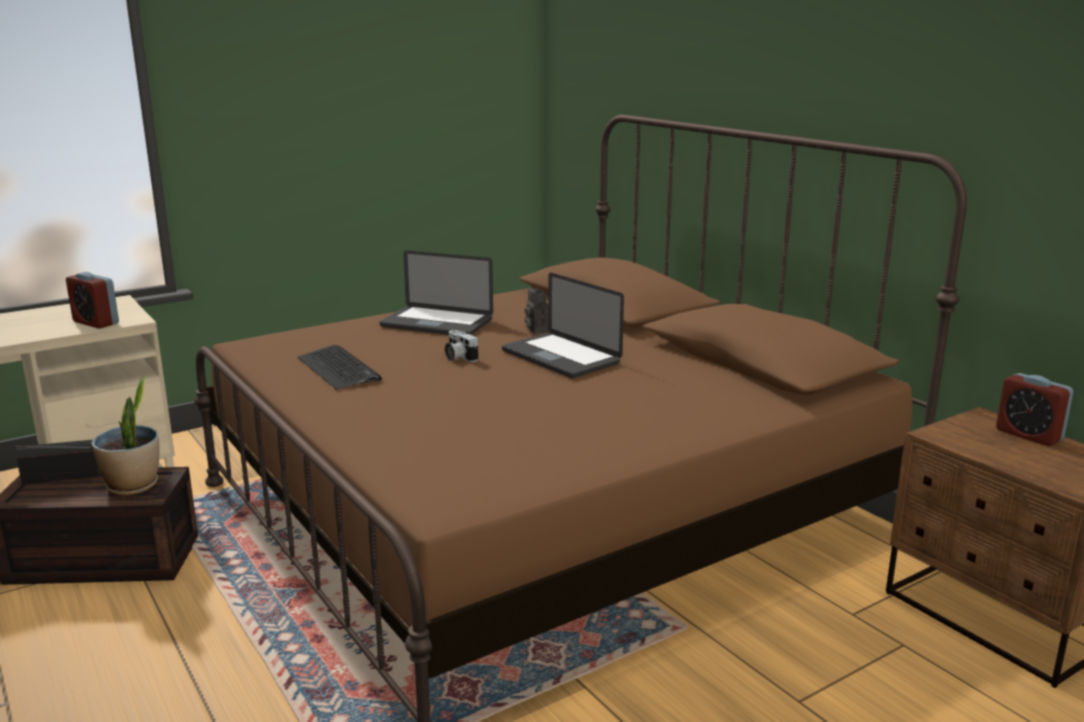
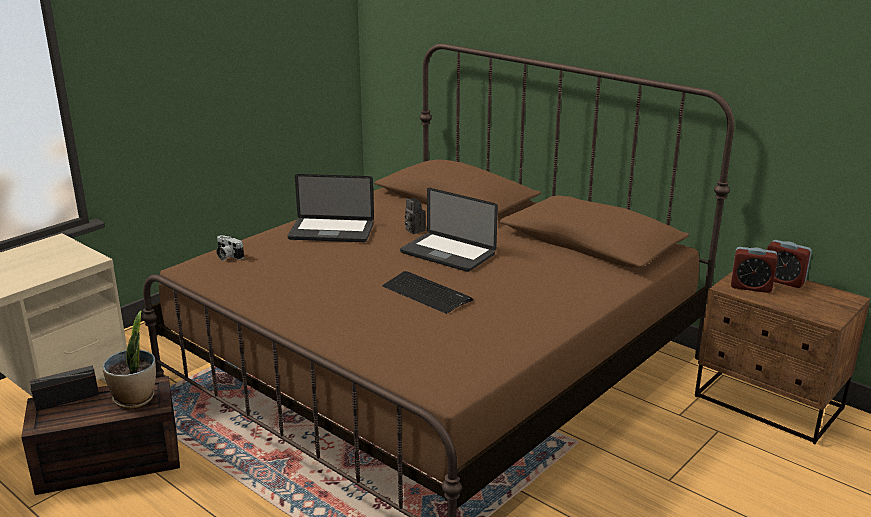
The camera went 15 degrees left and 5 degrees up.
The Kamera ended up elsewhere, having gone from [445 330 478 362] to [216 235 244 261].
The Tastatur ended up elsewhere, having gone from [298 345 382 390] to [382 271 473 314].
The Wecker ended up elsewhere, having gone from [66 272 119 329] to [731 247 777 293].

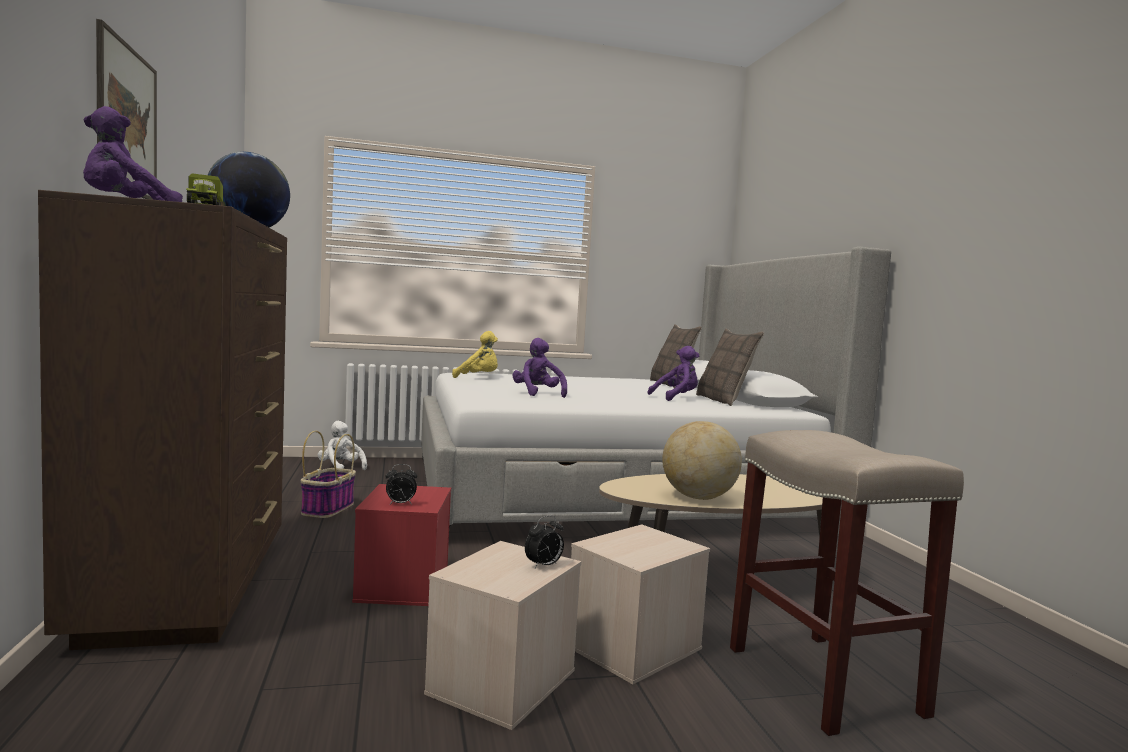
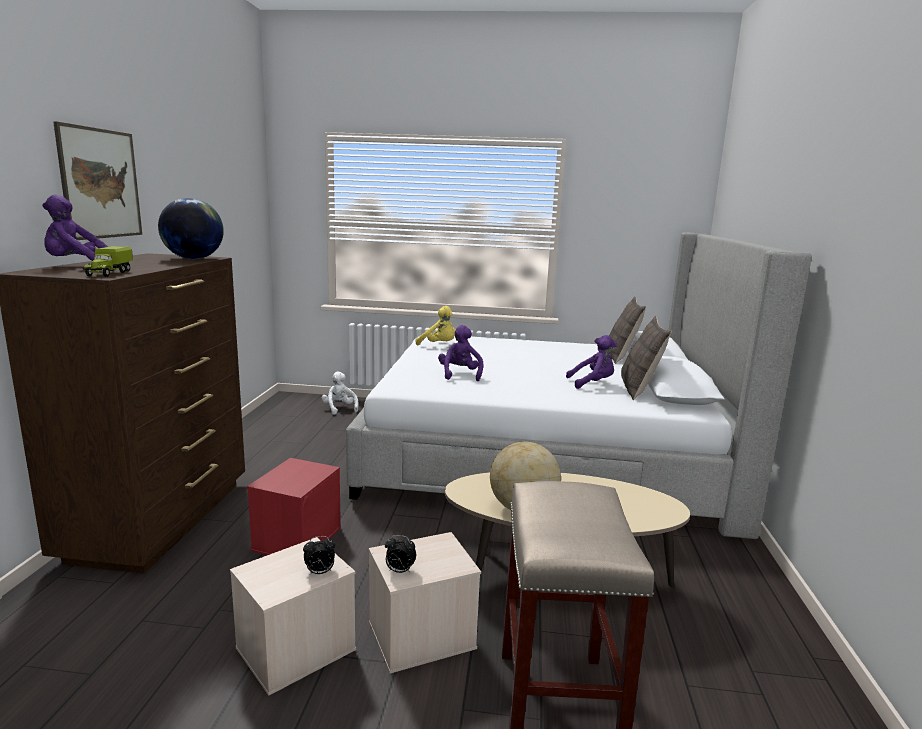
The camera went 20 degrees right and 10 degrees up.
The Wecker ended up elsewhere, having gone from [385 464 417 505] to [385 535 416 573].
The second view lost the Korb at [300 431 356 518].

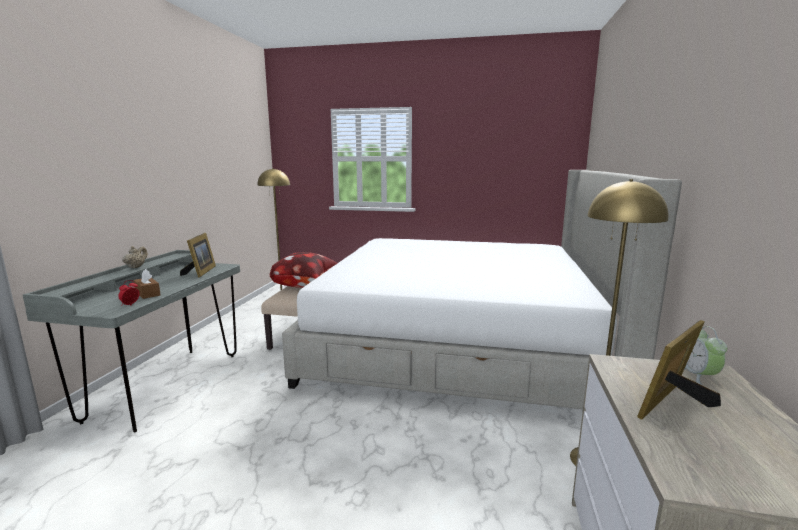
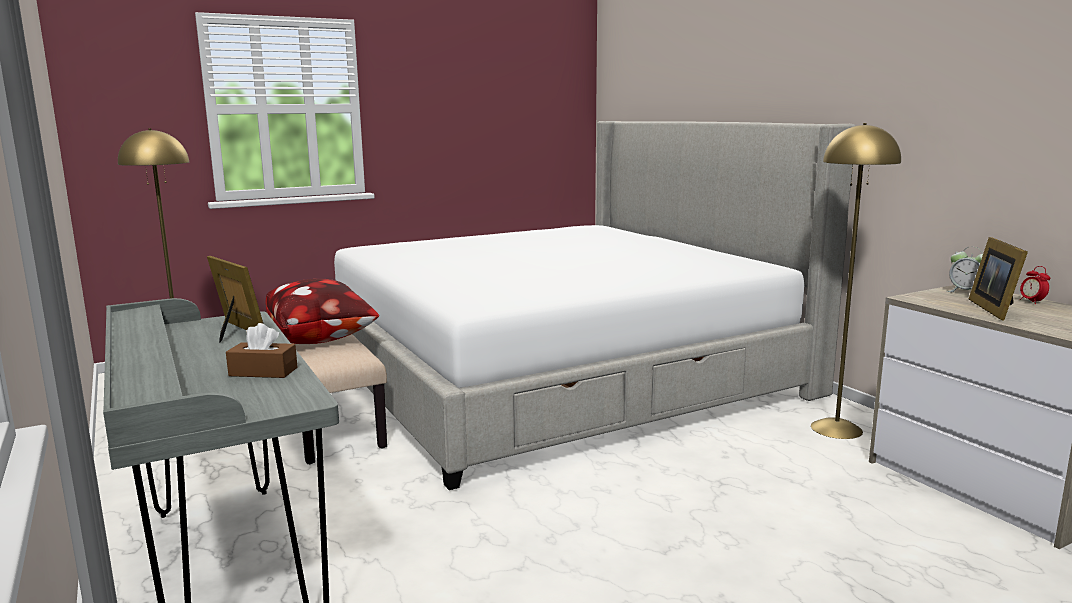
The camera went 40 degrees left and 0 degrees up.
The Wecker ended up elsewhere, having gone from [118 280 140 306] to [1020 266 1051 304].
The second view lost the Teekanne (beige) at [122 246 147 268].

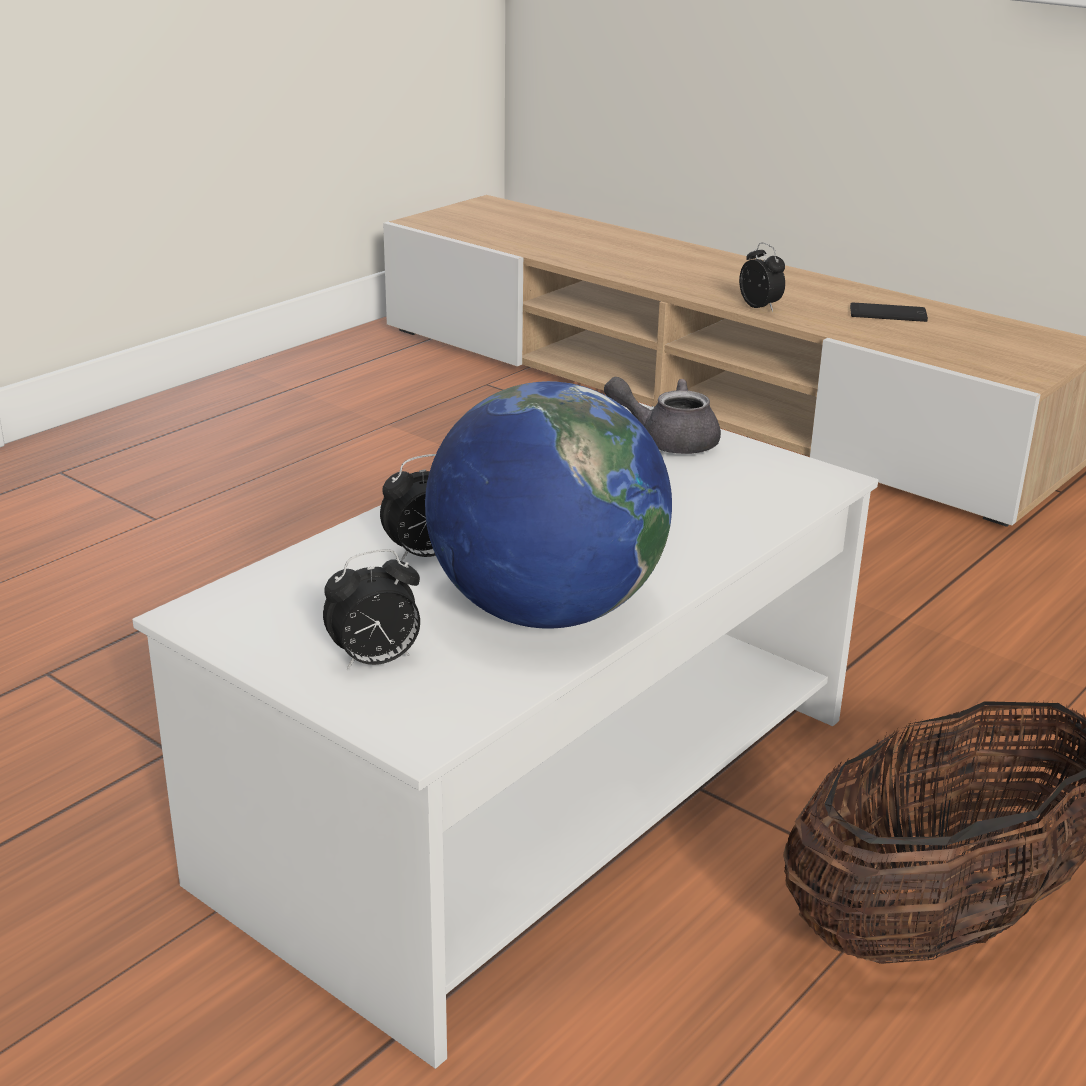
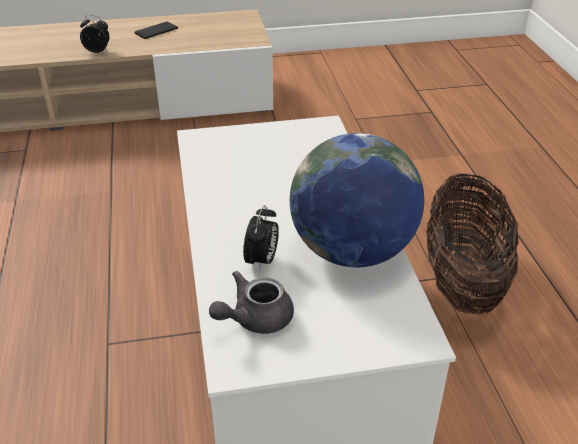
The camera went 50 degrees left and 10 degrees up.
The Teekanne (grau) ended up elsewhere, having gone from [604 377 721 454] to [209 271 294 334].
The second view lost the Wecker at [323 549 420 670].

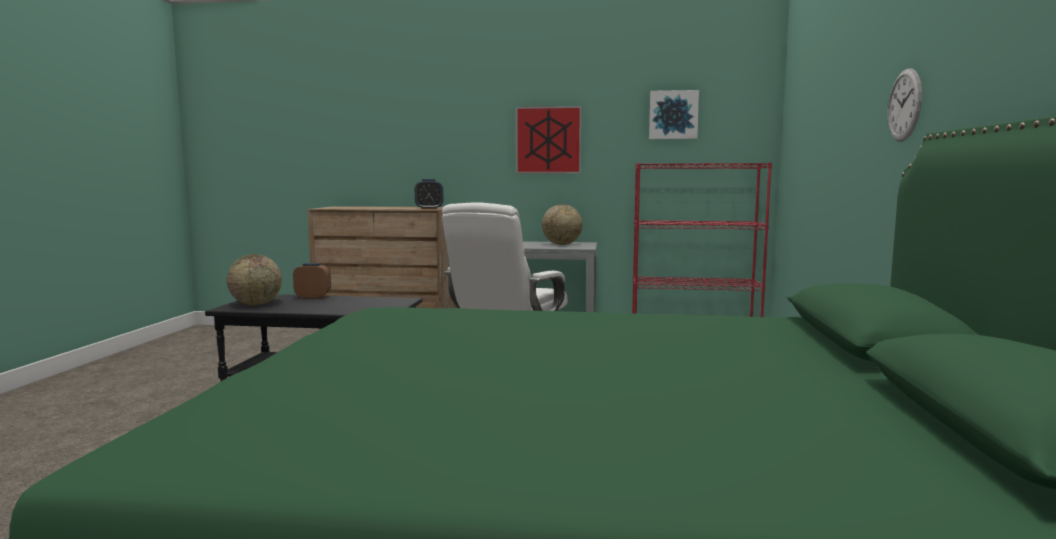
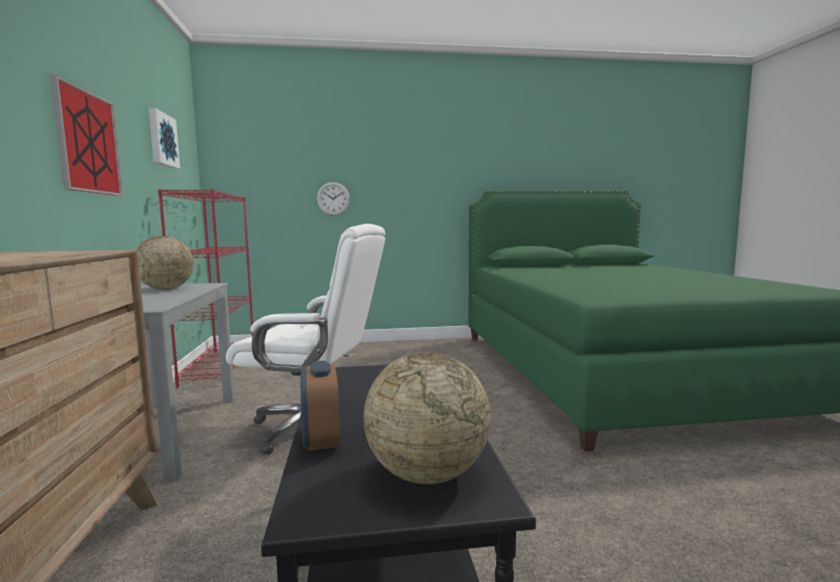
The camera went 105 degrees left and 0 degrees up.
The Wanduhr ended up elsewhere, having gone from [887 68 922 142] to [317 182 350 216].
The second view lost the Wecker at [415 179 443 209].

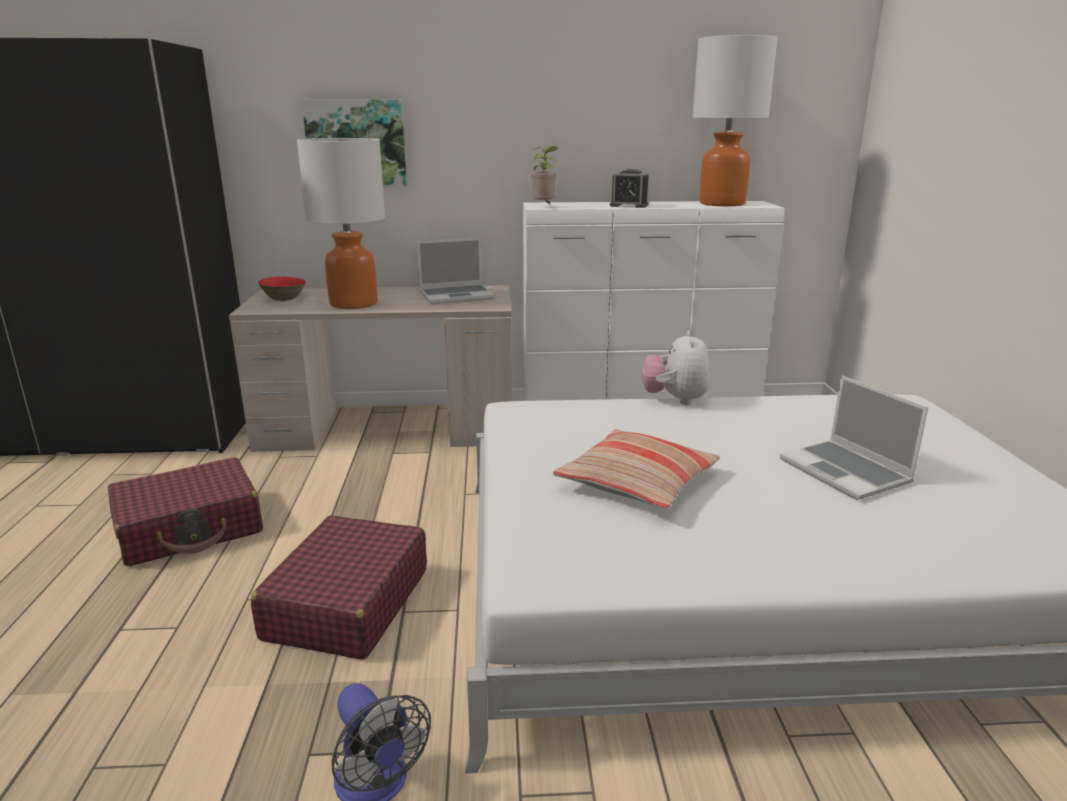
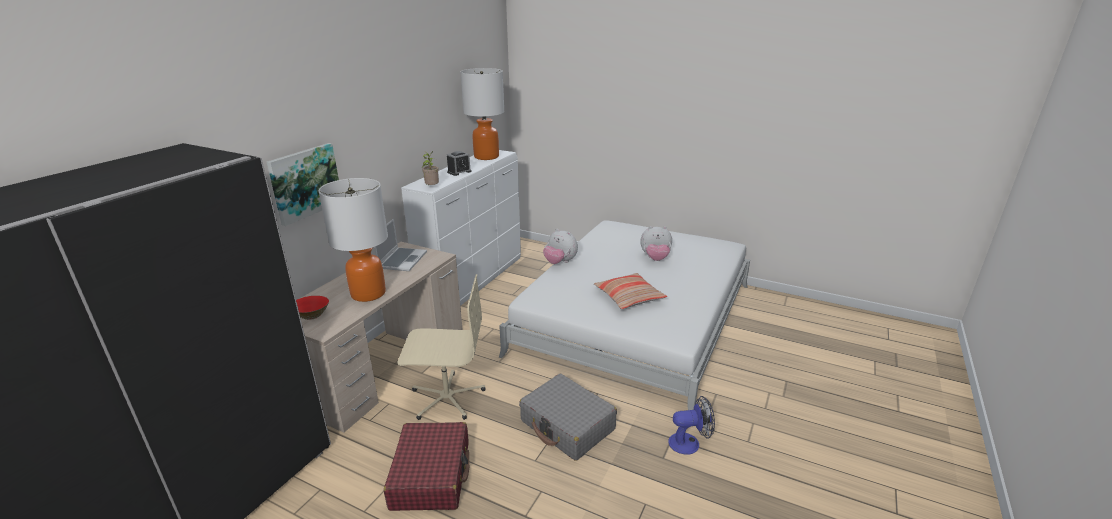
The camera went 60 degrees left and 5 degrees up.
The second view gained the Bürostuhl (beige) at [397 274 486 420].
What was the Koffer (rot) at [251 515 427 660] turned into the Koffer (grau) at [519 374 617 461].
Where the Laptop stood at [780 375 928 500], the Plüschtier came to stand at [640 226 672 261].

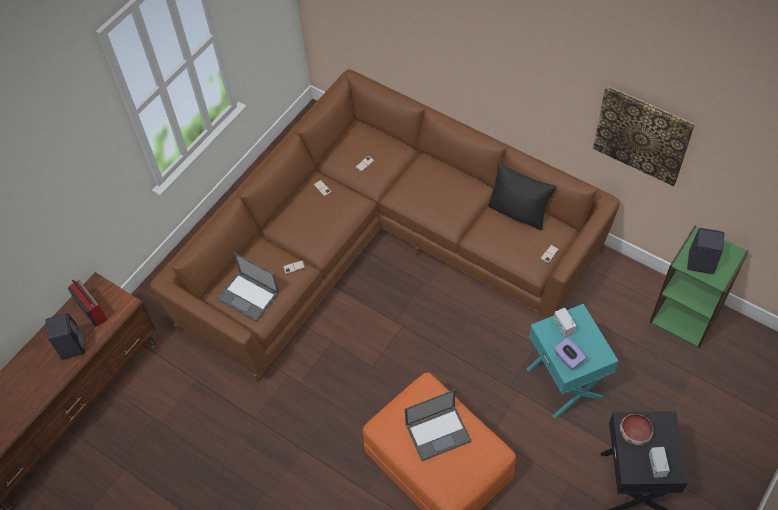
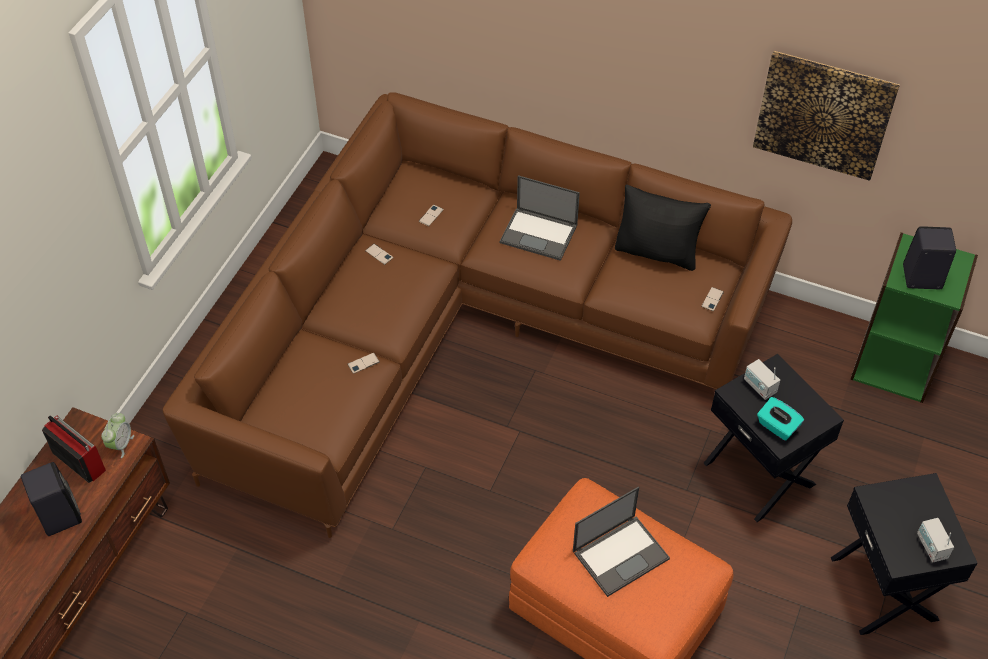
The camera went 15 degrees left and 5 degrees down.
The second view gained the Wecker at [101 413 134 458].
The Laptop ended up elsewhere, having gone from [217 253 279 322] to [500 175 580 261].
What was the Beistelltisch (türkis) at [527 304 619 418] turned into the Beistelltisch (schwarz) at [704 354 844 522].
What was the Taschentuchbox (lila) at [554 337 586 370] turned into the Taschentuchbox (türkis) at [757 397 804 441].
The second view lost the Schüssel at [620 414 654 446].

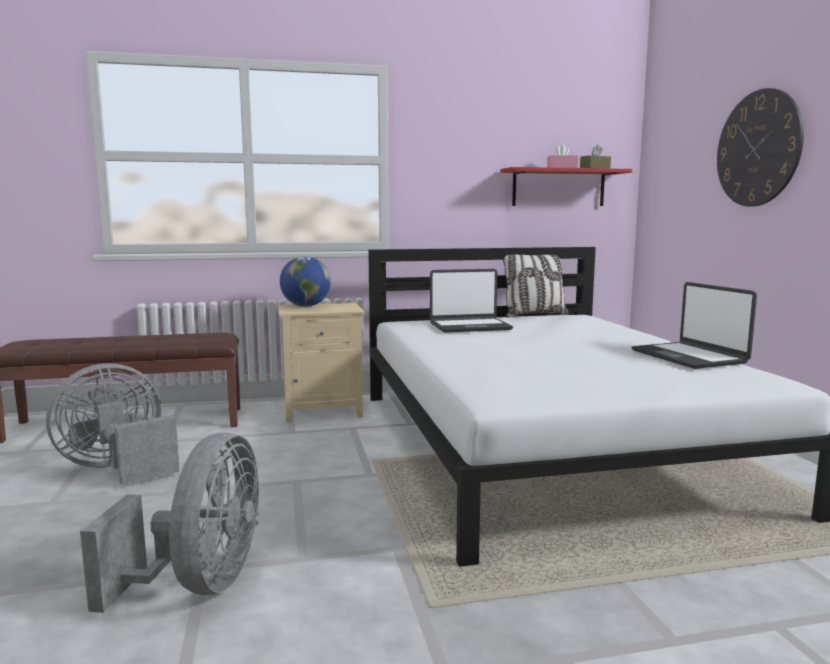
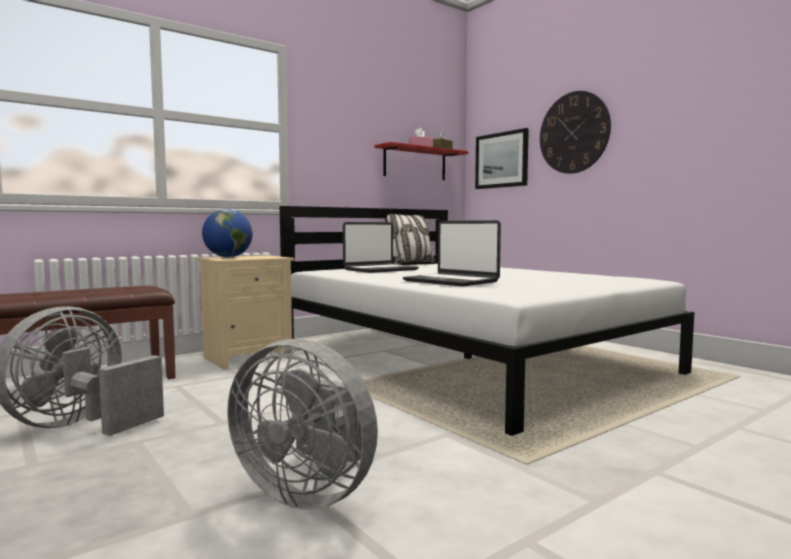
The camera went 25 degrees left and 5 degrees down.
The Ventilator (grau) at [80 432 260 613] ended up facing another way, 135 degrees clockwise from before.
The Laptop ended up elsewhere, having gone from [631 282 757 369] to [403 220 501 287].
The second view gained the Bild at [475 128 529 189].

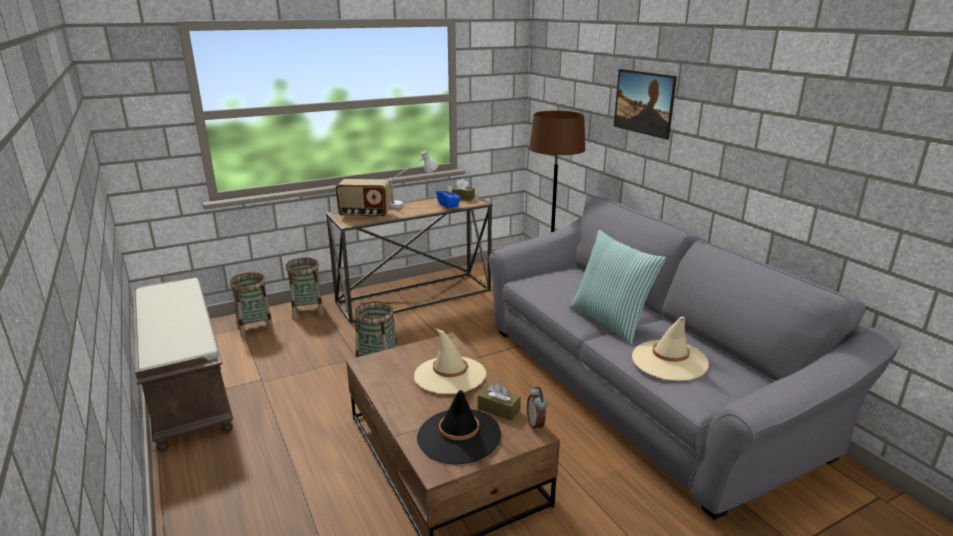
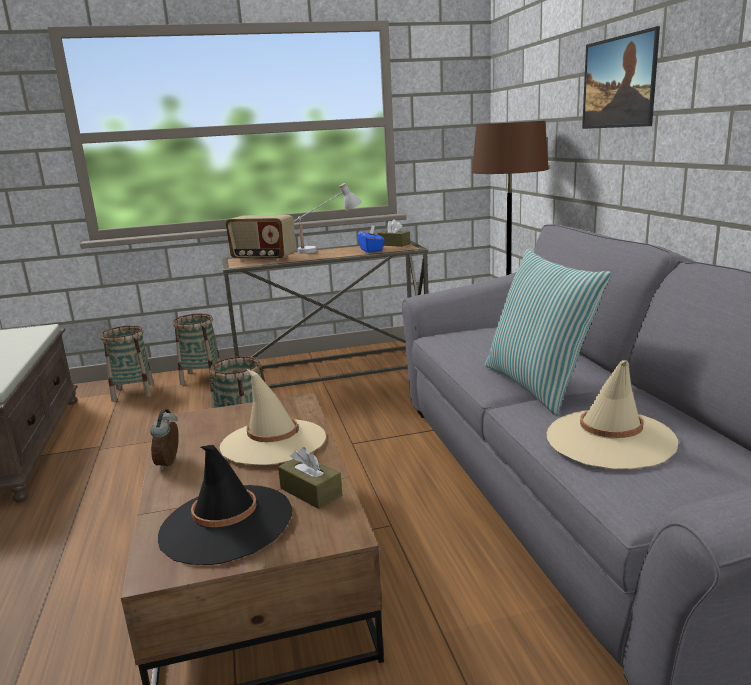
The camera went 15 degrees right and 5 degrees down.
The Wecker ended up elsewhere, having gone from [527 387 548 432] to [150 409 179 470].

